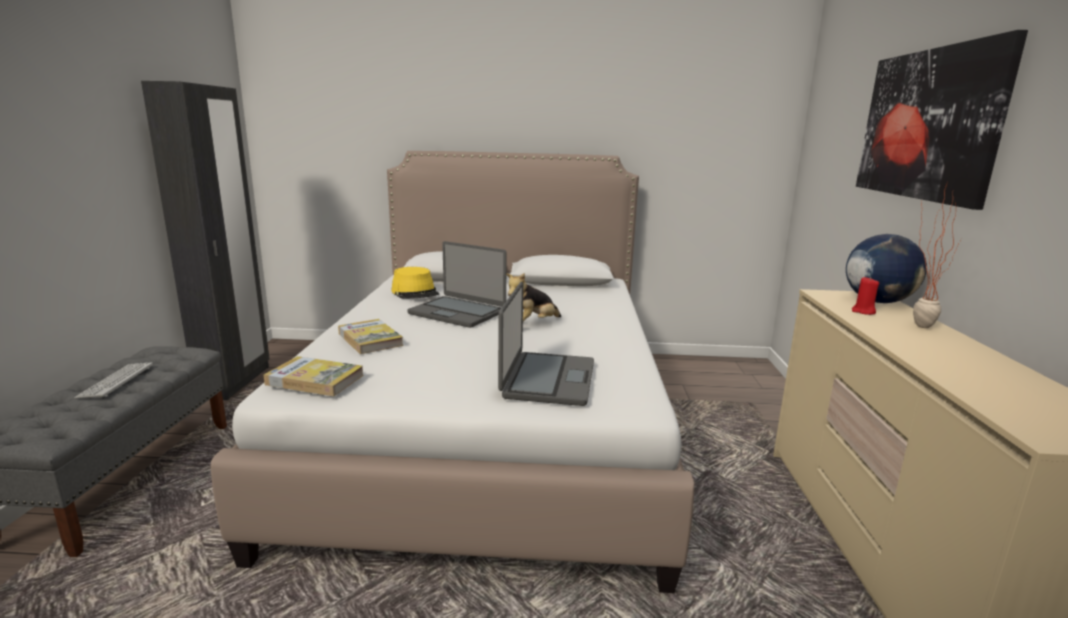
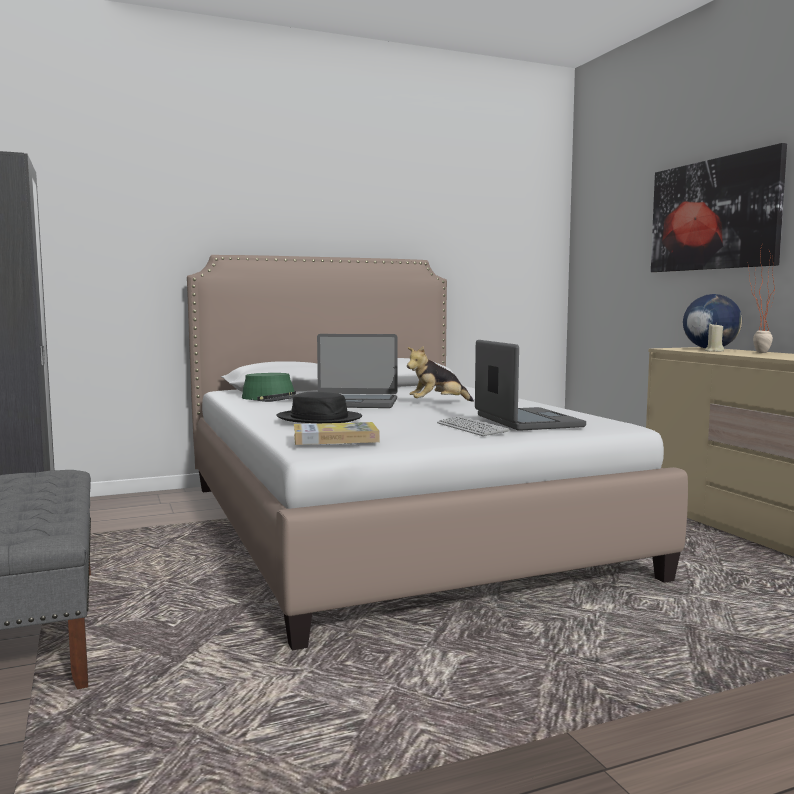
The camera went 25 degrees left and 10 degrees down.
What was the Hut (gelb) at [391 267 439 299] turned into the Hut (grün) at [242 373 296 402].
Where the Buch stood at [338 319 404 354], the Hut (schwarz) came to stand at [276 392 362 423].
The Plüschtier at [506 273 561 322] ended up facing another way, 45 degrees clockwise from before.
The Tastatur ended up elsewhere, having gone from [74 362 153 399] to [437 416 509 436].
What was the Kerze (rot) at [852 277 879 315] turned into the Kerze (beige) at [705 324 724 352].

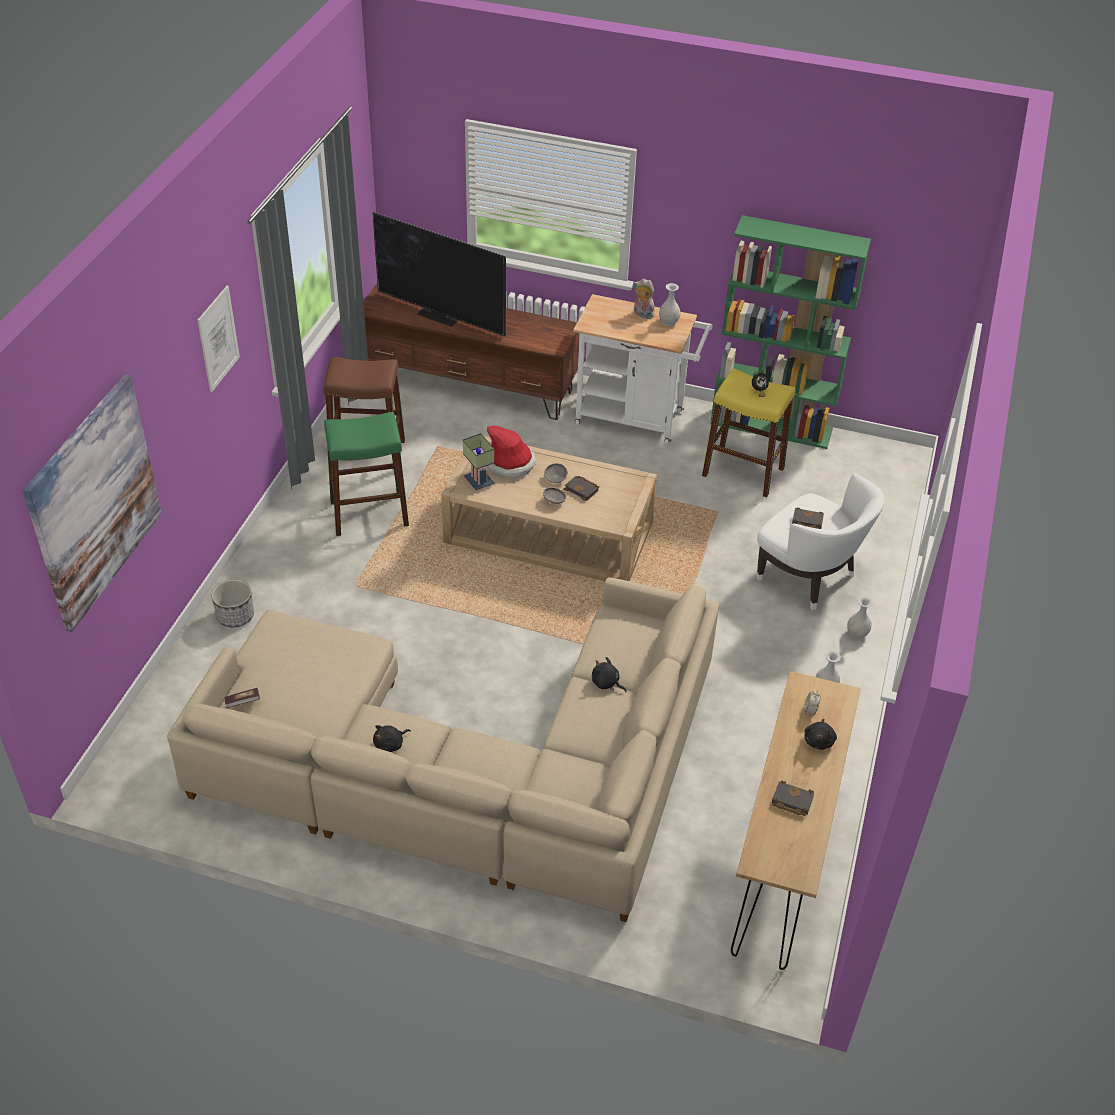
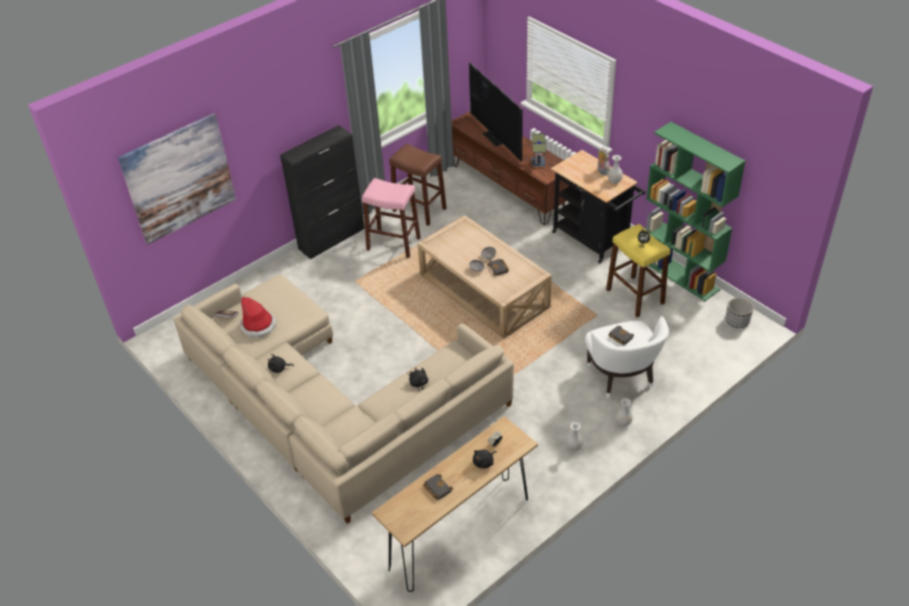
The camera went 35 degrees right and 0 degrees up.
The Hut ended up elsewhere, having gone from [487 426 536 478] to [240 297 276 338].
The second view gained the Schrank (schwarz) at [280 125 365 259].
What was the Hocker (grün) at [324 412 409 536] turned into the Hocker (rosa) at [362 178 421 258].
The Tischlampe ended up elsewhere, having gone from [463 433 495 491] to [532 133 546 167].
What was the Rollwagen (weiß) at [573 294 713 445] turned into the Rollwagen (schwarz) at [551 150 645 263].
The Pflanzkübel ended up elsewhere, having gone from [211 580 254 627] to [725 297 754 328].
The second view lost the Bild at [197 286 240 392].

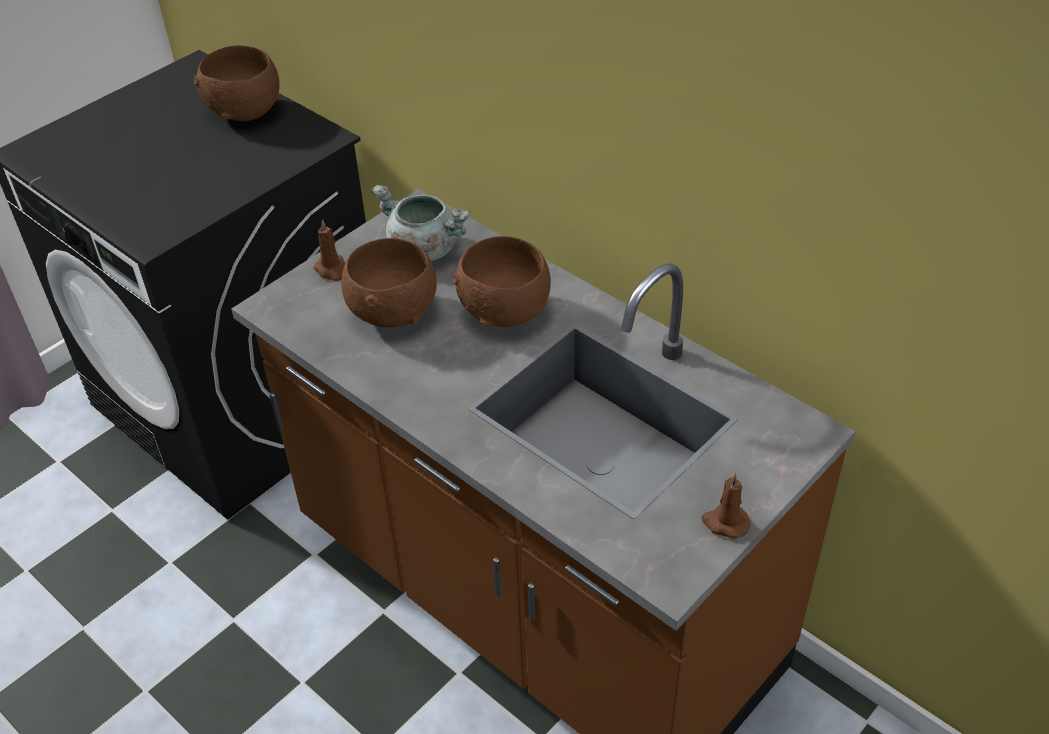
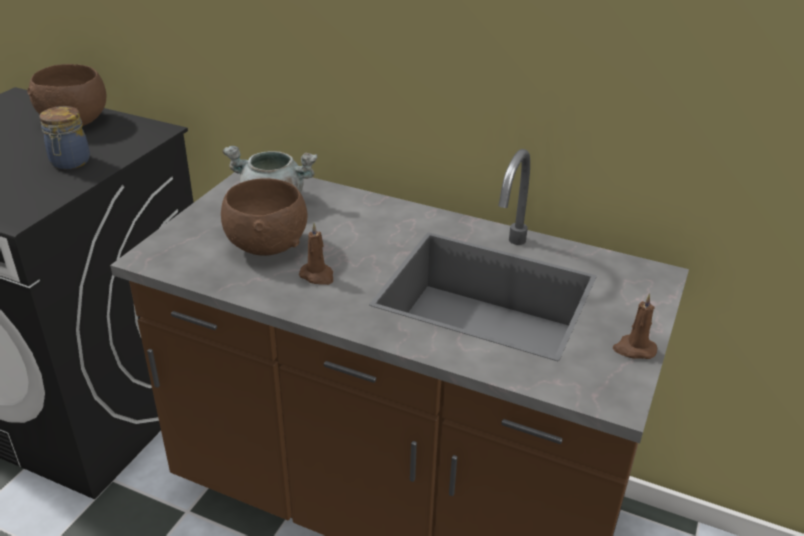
The camera went 20 degrees left and 10 degrees down.
The second view gained the Vorratsglas at [39 106 90 169].
The Kerze (braun) ended up elsewhere, having gone from [313 219 345 281] to [299 223 333 285].
The second view lost the Schüssel (braun) at [453 236 551 327].

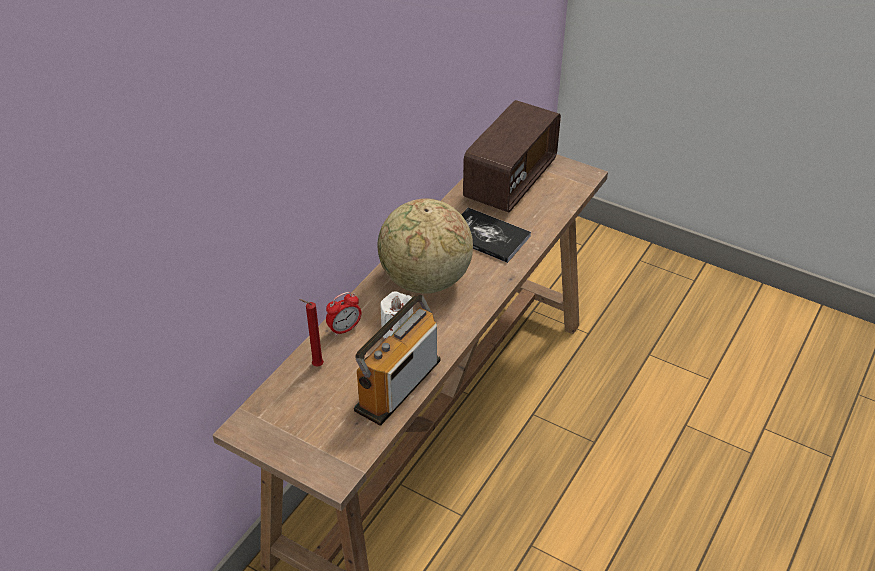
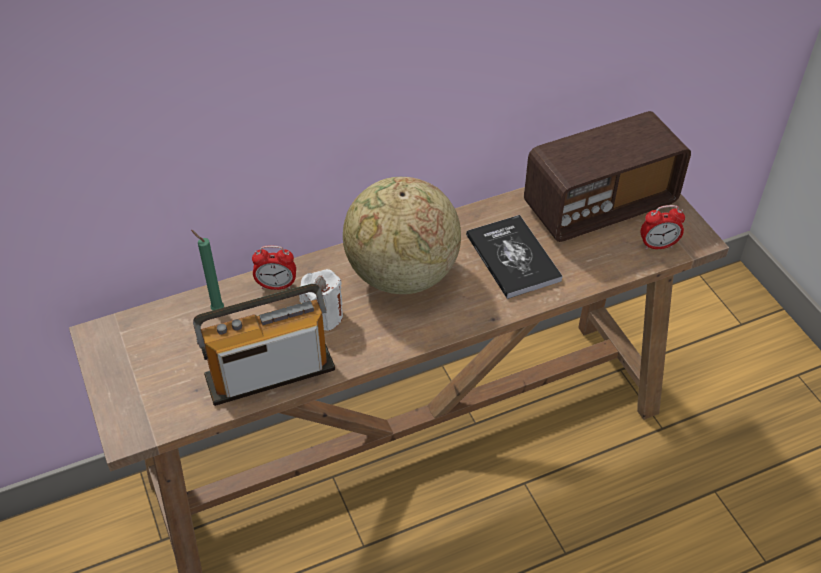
The camera went 35 degrees right and 5 degrees up.
What was the Kerze (rot) at [299 299 324 367] turned into the Kerze (grün) at [191 230 224 310].
The second view gained the Wecker at [640 205 685 250].

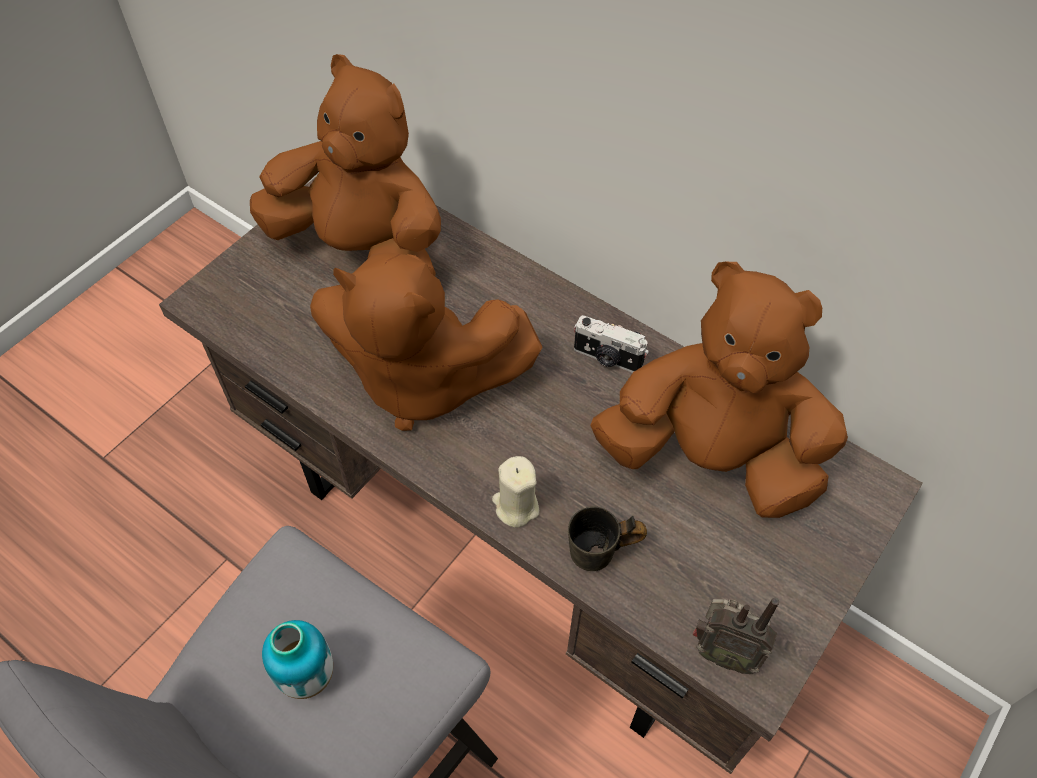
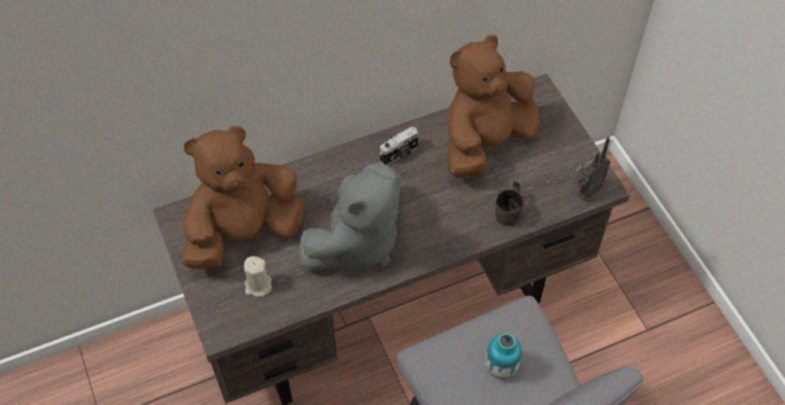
The camera went 60 degrees left and 0 degrees up.
The Kerze (beige) ended up elsewhere, having gone from [492 456 540 528] to [244 256 272 297].
What was the Plüschtier (braun) at [310 252 542 431] turned into the Plüschtier (grau) at [299 163 402 270].

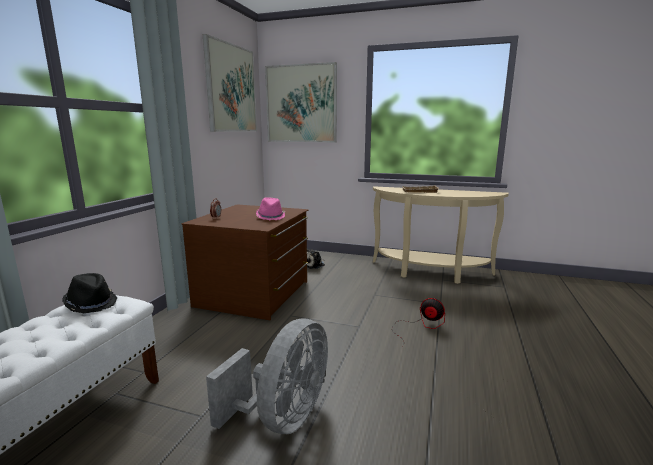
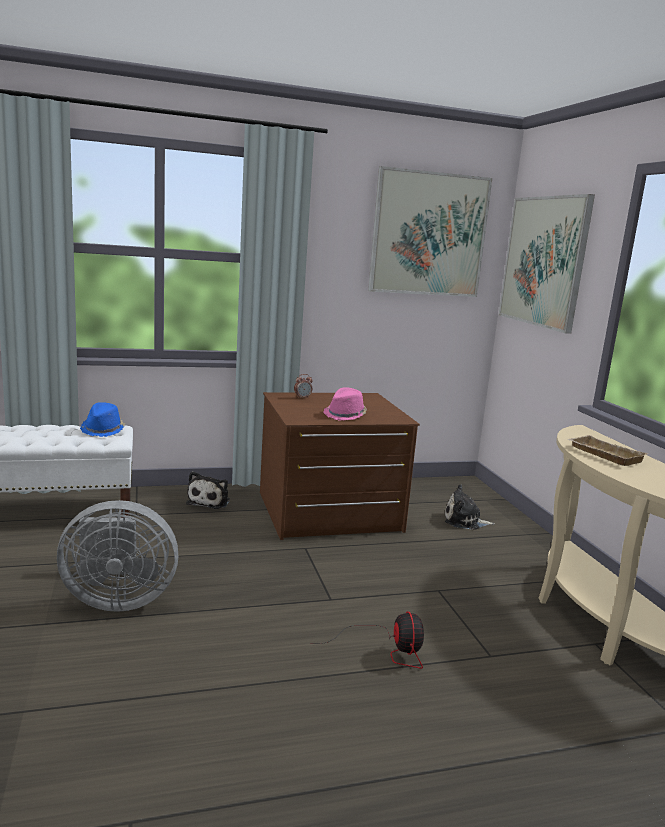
The camera went 55 degrees right and 0 degrees up.
What was the Hut (schwarz) at [62 273 118 313] turned into the Hut (blau) at [80 402 125 437].
The second view gained the Plüschtier at [186 471 230 509].

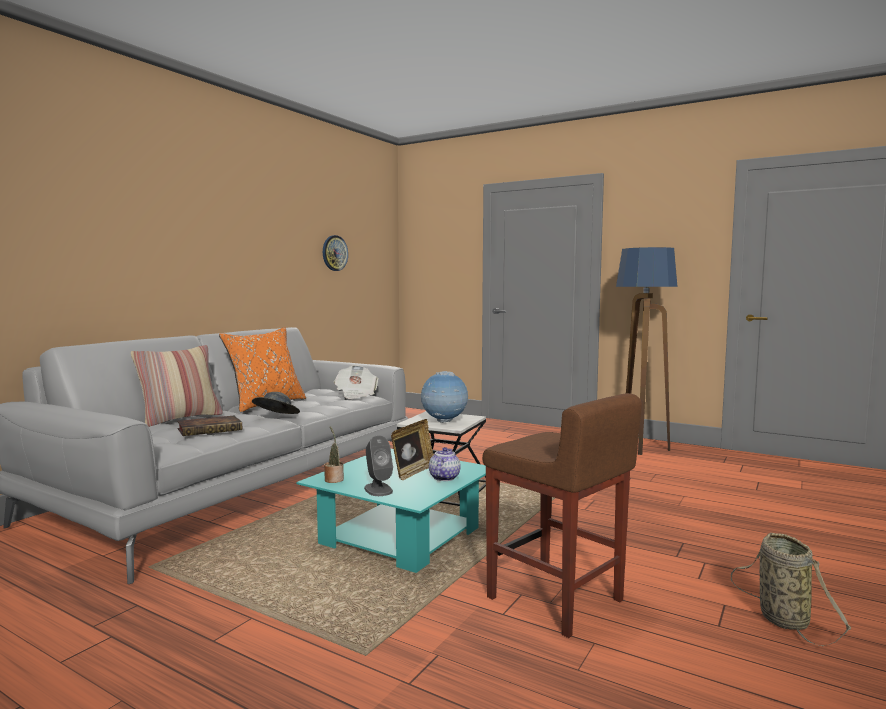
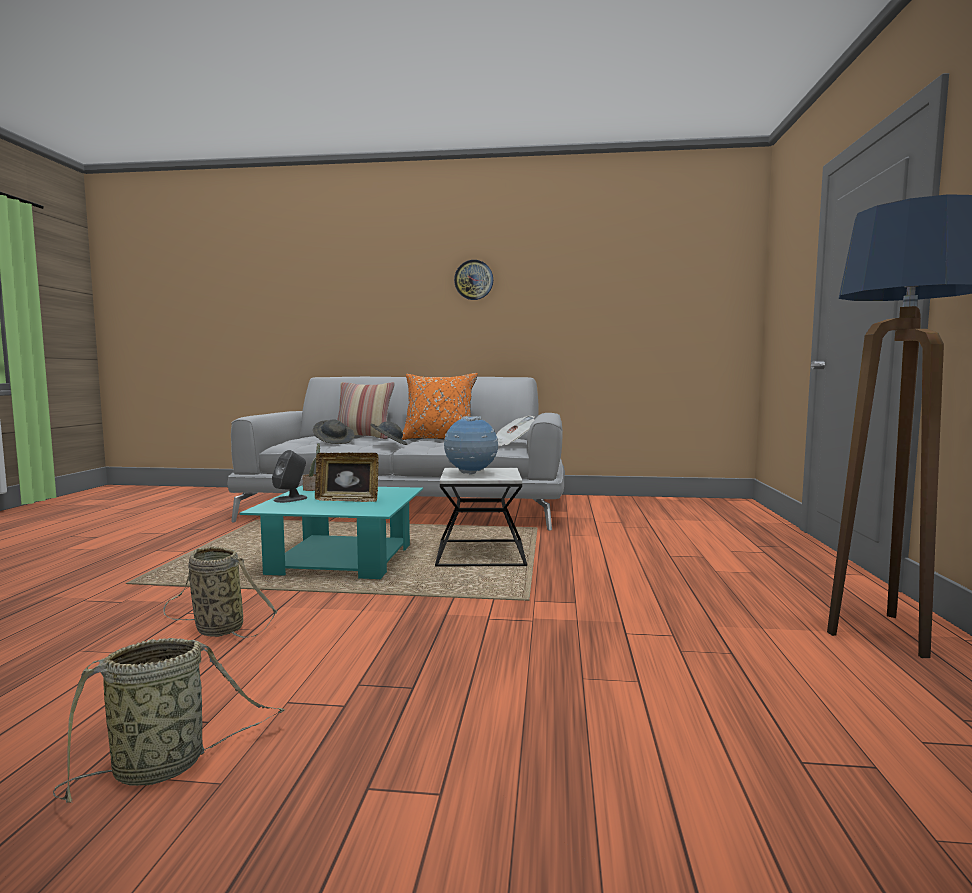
The camera went 65 degrees right and 0 degrees up.
Where the Hocker (braun) stood at [482 393 642 638], the Korb came to stand at [163 546 277 638].
Where the Buch stood at [177 416 242 436], the Hut (grau) came to stand at [313 419 354 444].
The Wanduhr ended up elsewhere, having gone from [323 235 348 271] to [454 260 493 300].
The second view lost the Teekanne at [429 447 461 481].

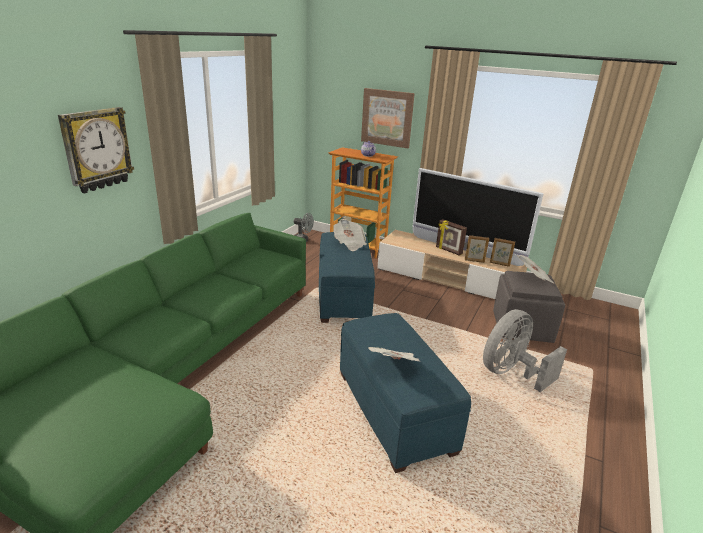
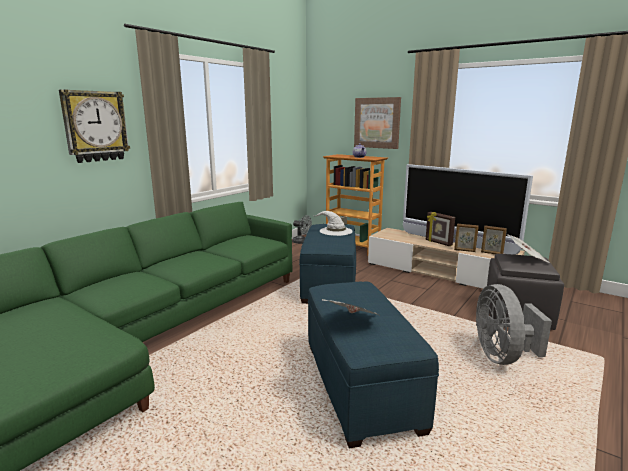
The camera went 10 degrees right and 10 degrees down.
Where the Zeitung stood at [333 219 367 251], the Hut (weiß) came to stand at [312 211 353 236].
The Ventilator (grau) at [483 309 567 392] ended up facing another way, 60 degrees counterclockwise from before.

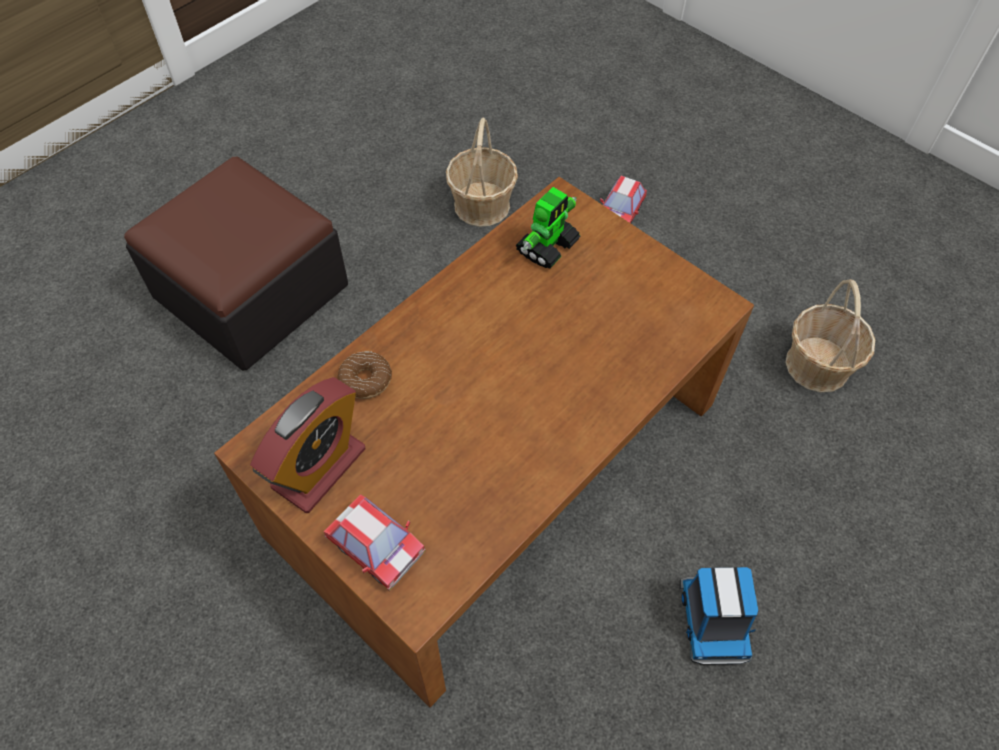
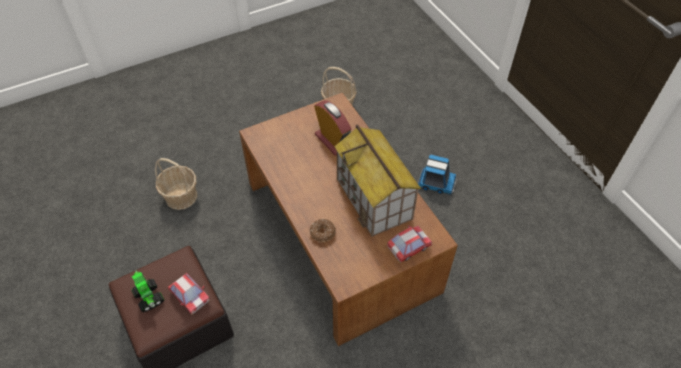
The camera went 70 degrees left and 5 degrees down.
The Spielzeugroboter ended up elsewhere, having gone from [515 187 580 269] to [132 270 164 312].
The Spielzeugauto ended up elsewhere, having gone from [600 176 647 223] to [168 273 210 315].
The Wecker ended up elsewhere, having gone from [250 377 365 513] to [314 100 352 156].
The second view gained the Spielzeughaus at [334 124 421 237].

